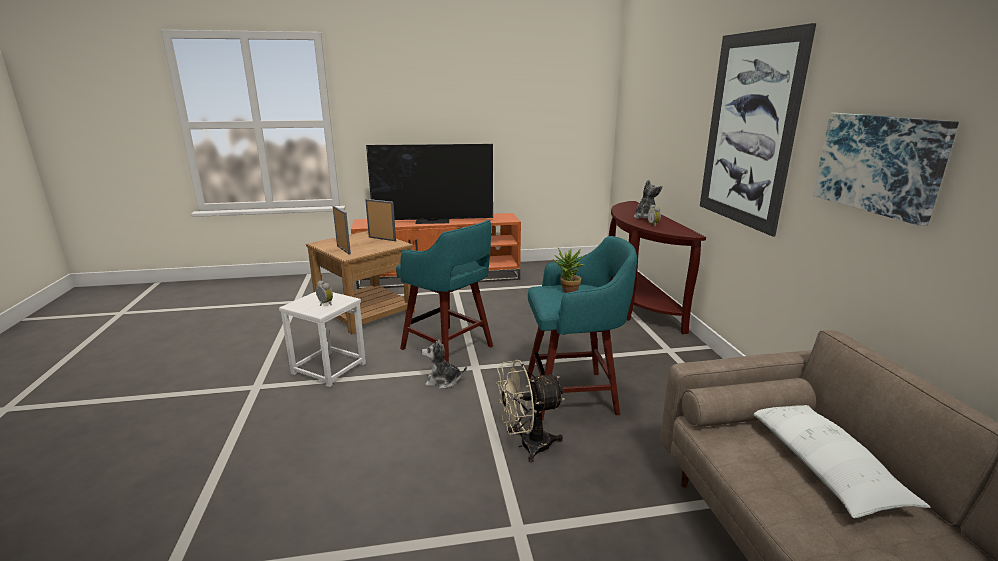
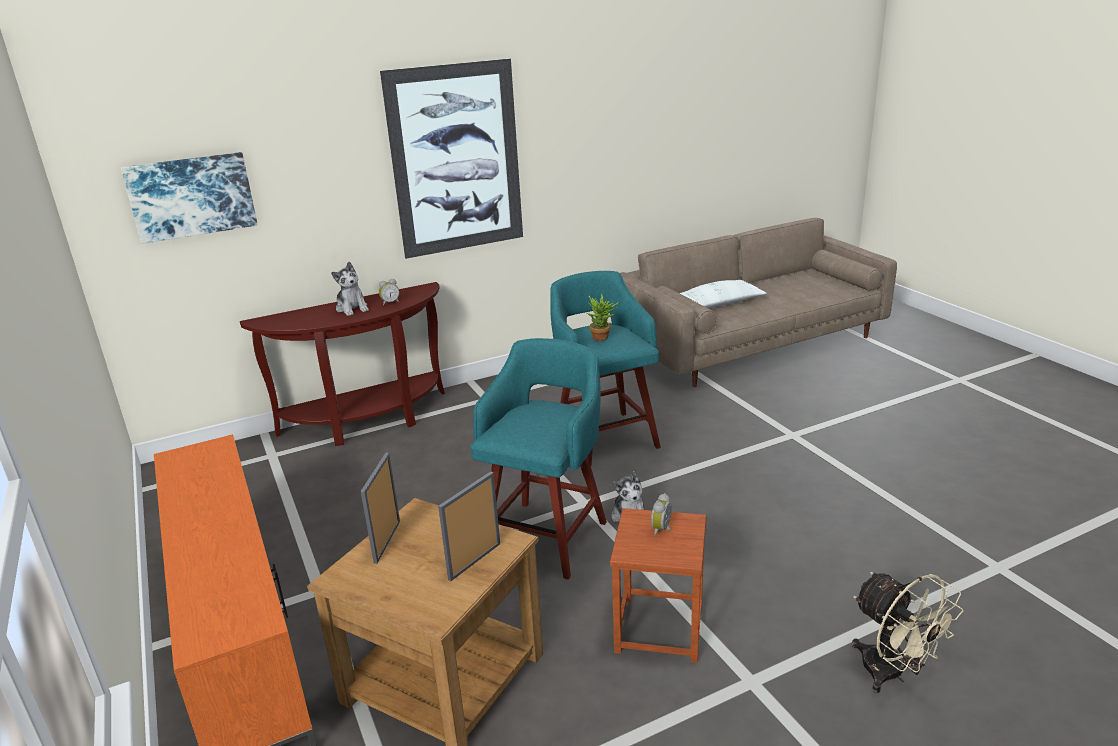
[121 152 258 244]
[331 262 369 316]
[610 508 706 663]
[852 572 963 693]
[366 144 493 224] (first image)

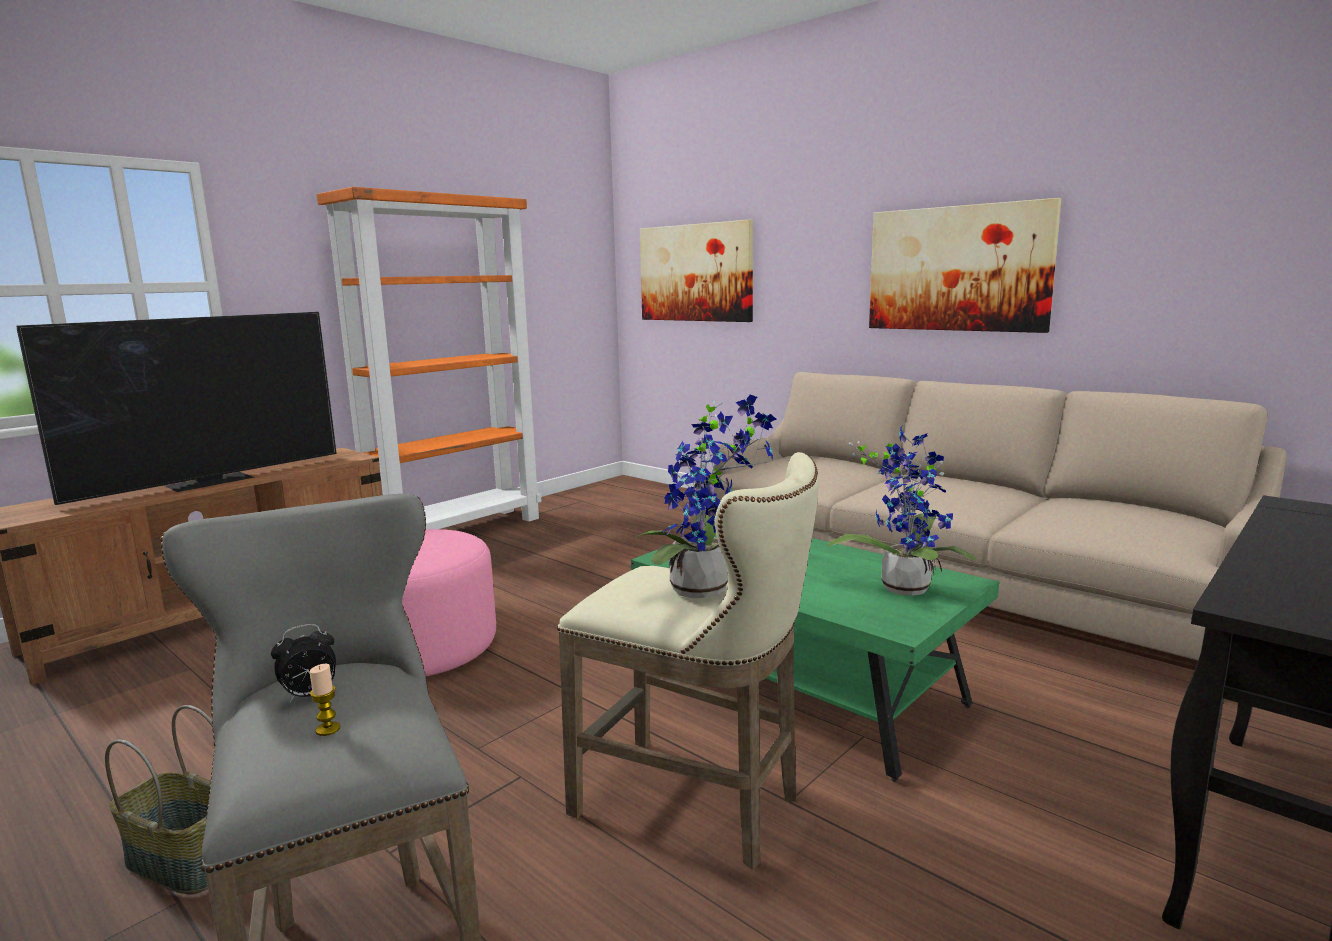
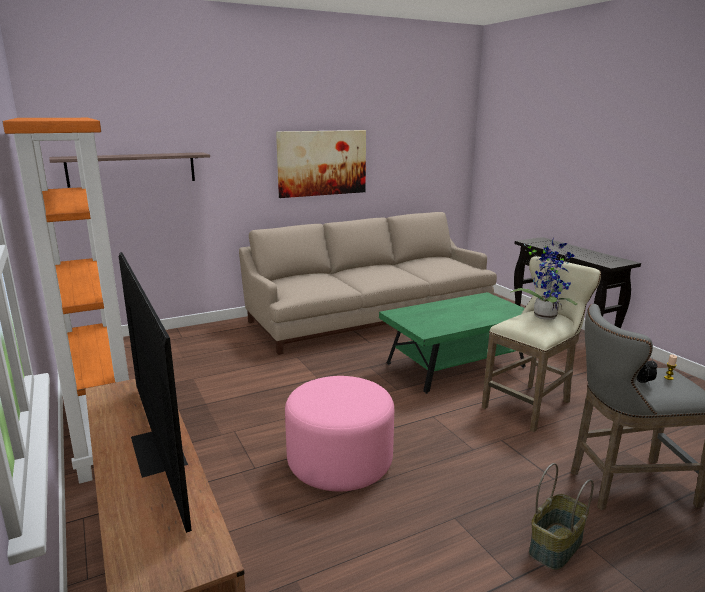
[49 152 210 188]
[828 426 976 596] (first image)

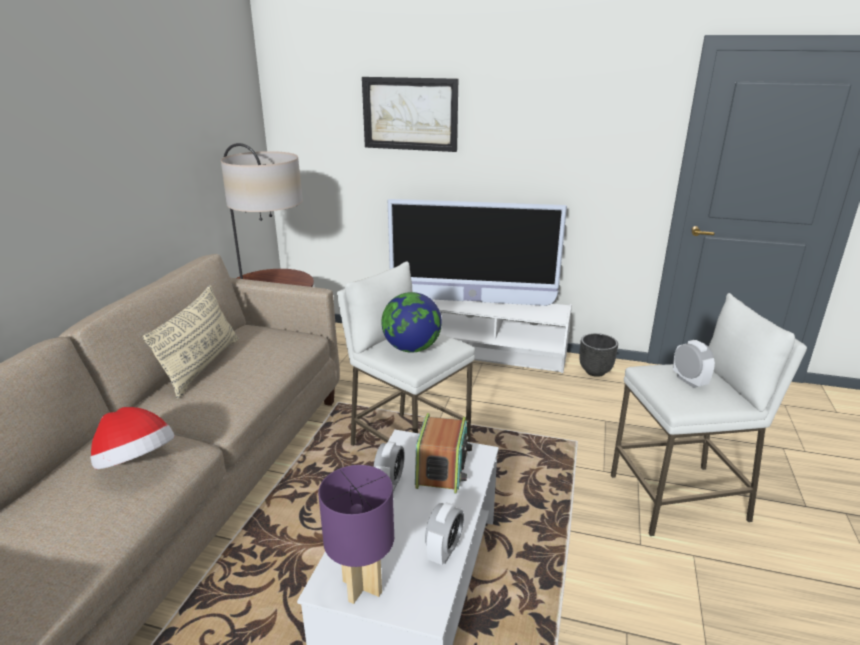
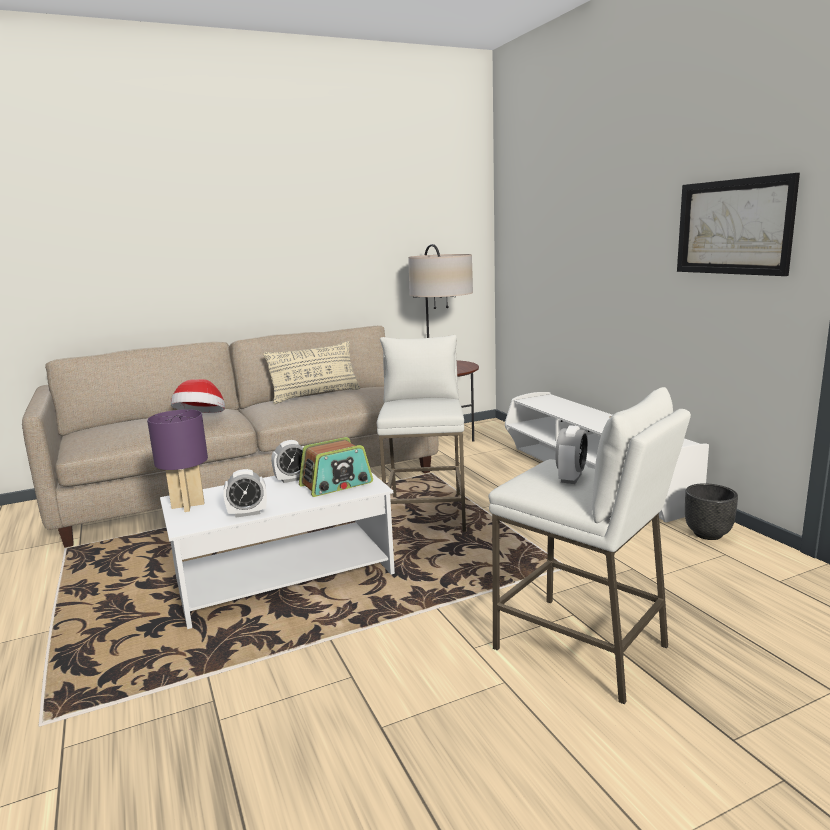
[677 173 800 276]
[381 292 442 353] (first image)
[388 199 567 306] (first image)

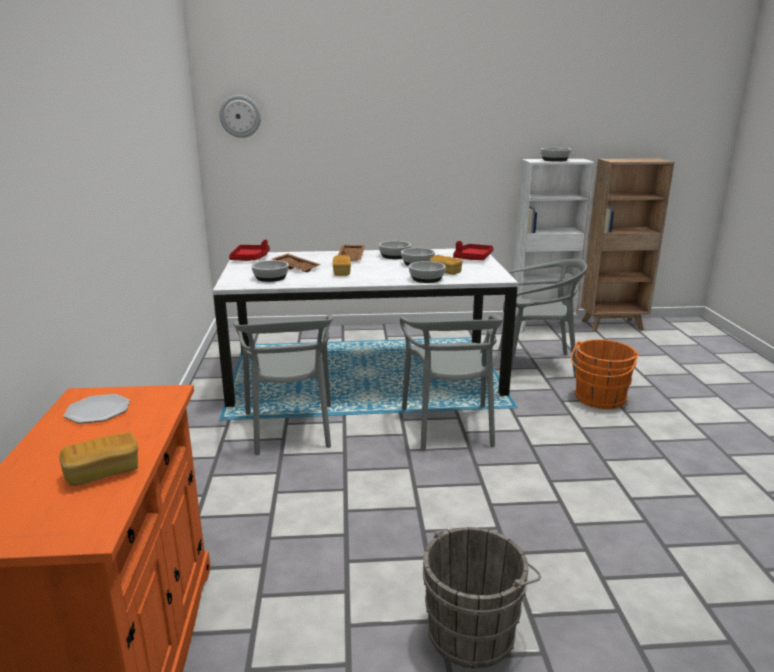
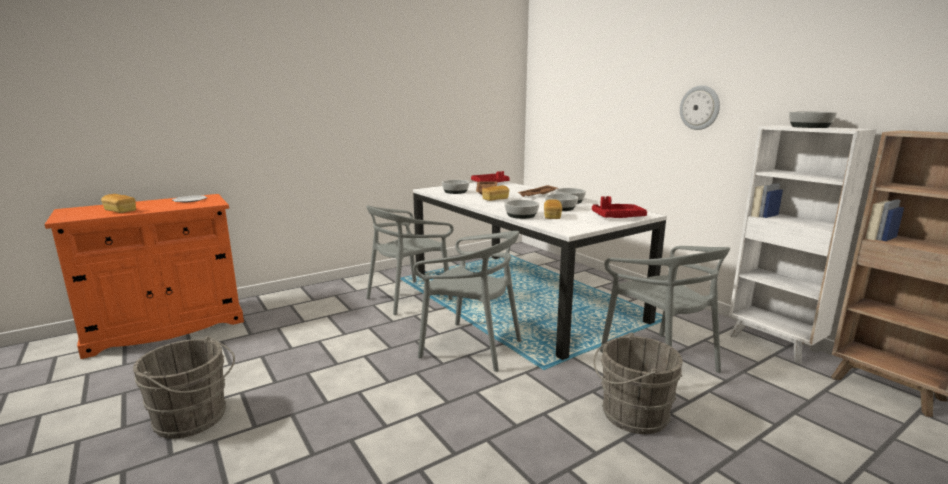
[413 231 522 372]
[593 333 683 434]
[680 85 720 130]

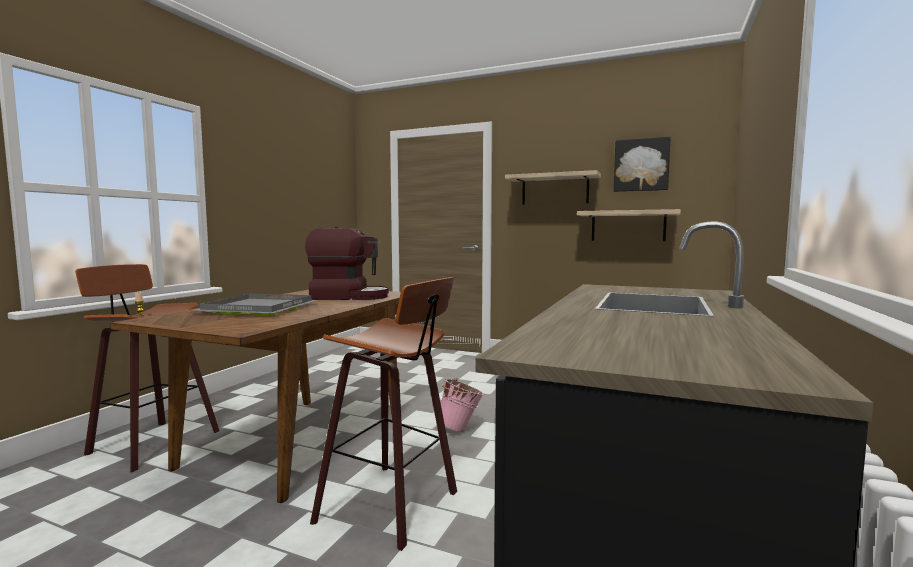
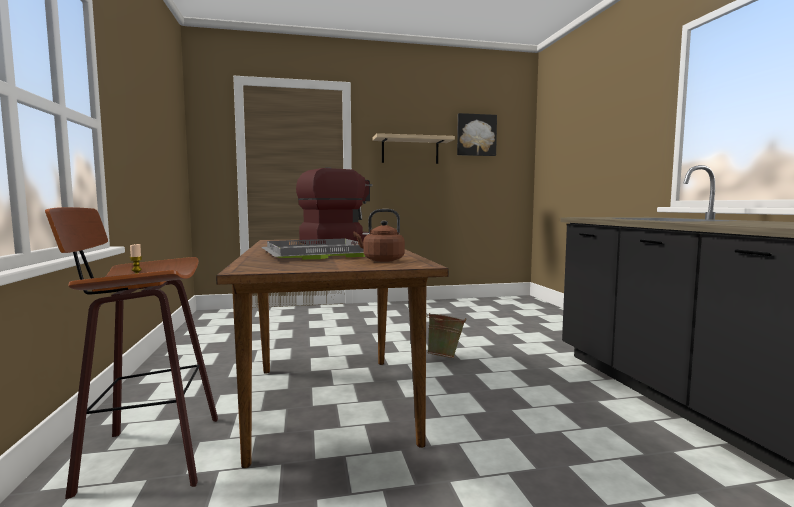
[353 209 405 262]
[426 313 466 358]
[310 277 457 551] (first image)
[577 209 681 241] (first image)

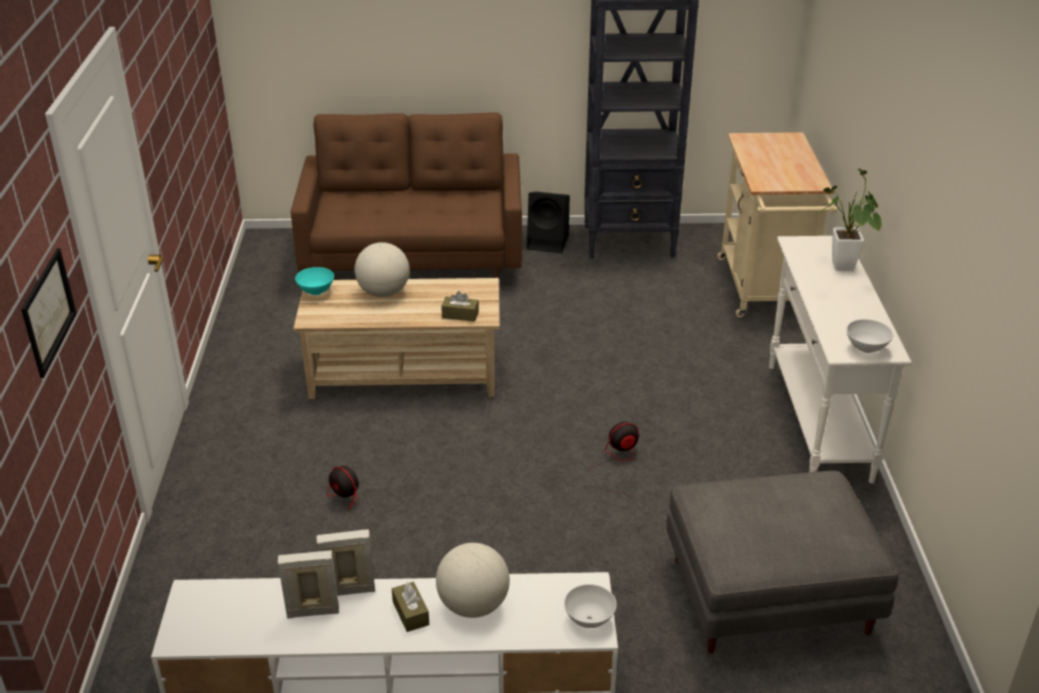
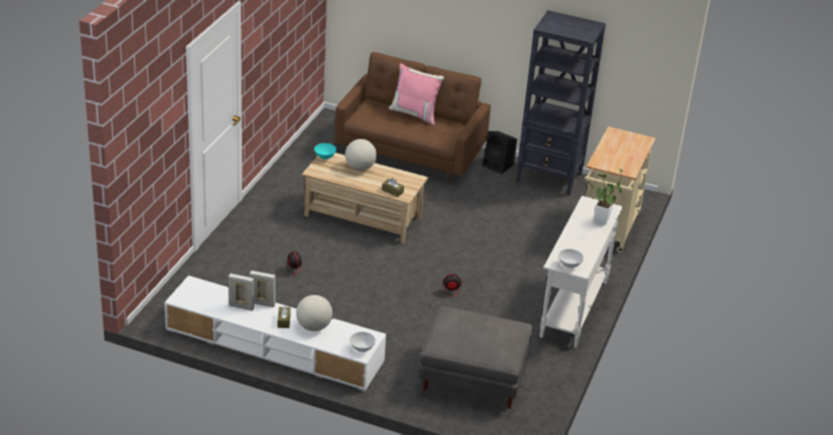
[388 63 444 125]
[21 248 77 378] (first image)

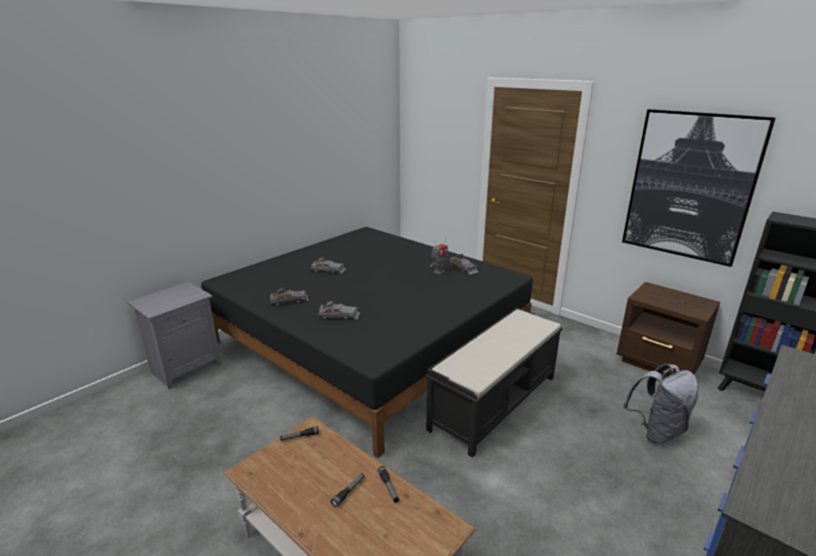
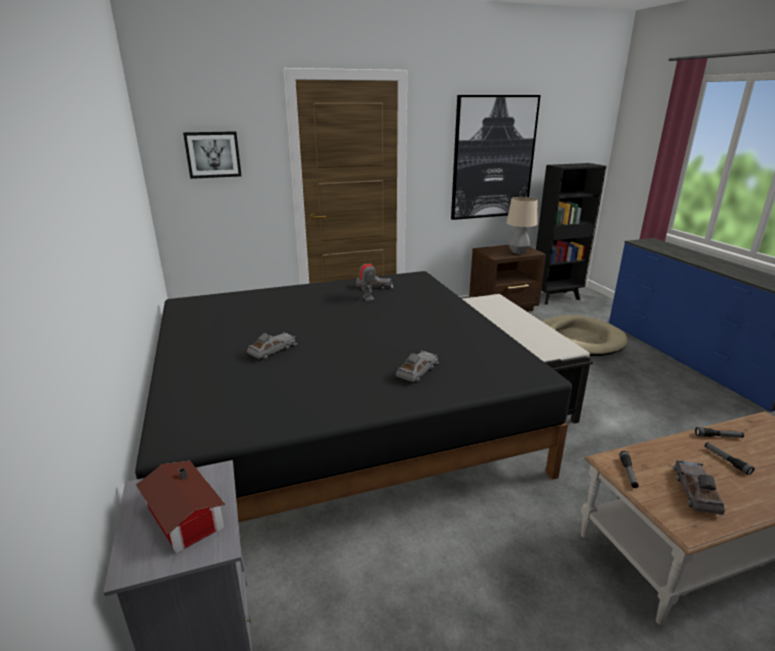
[136 461 225 554]
[183 131 241 179]
[506 197 537 254]
[542 315 628 356]
[672 460 725 515]

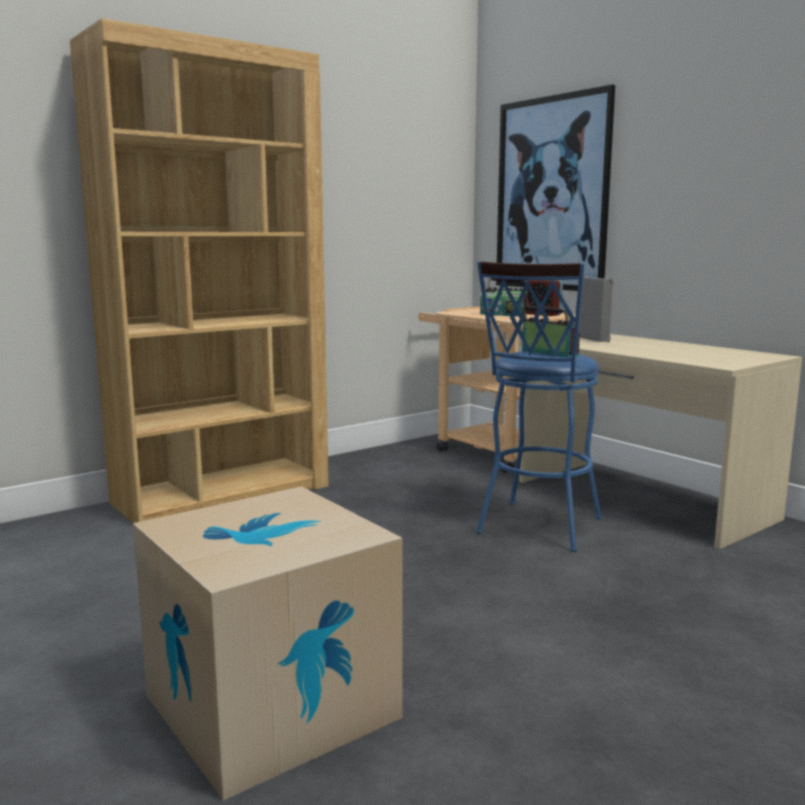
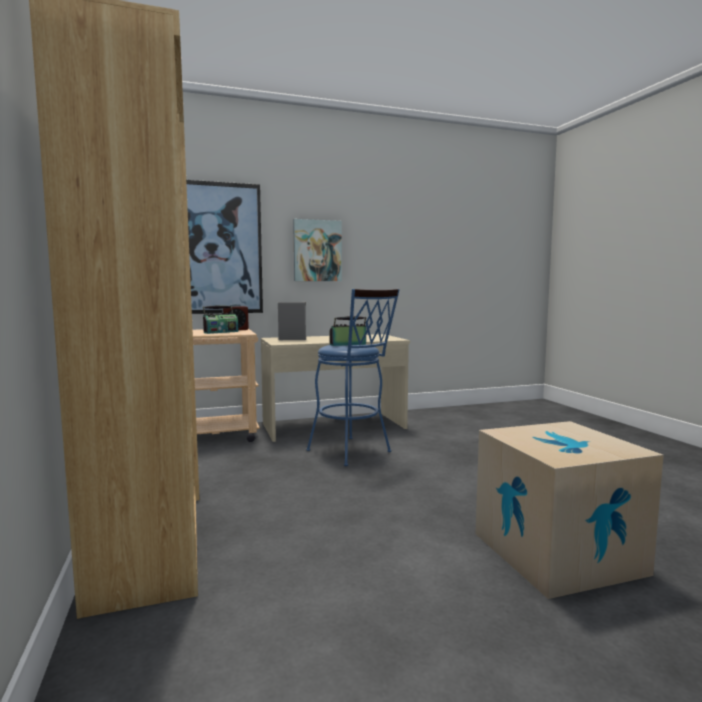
[293 219 342 281]

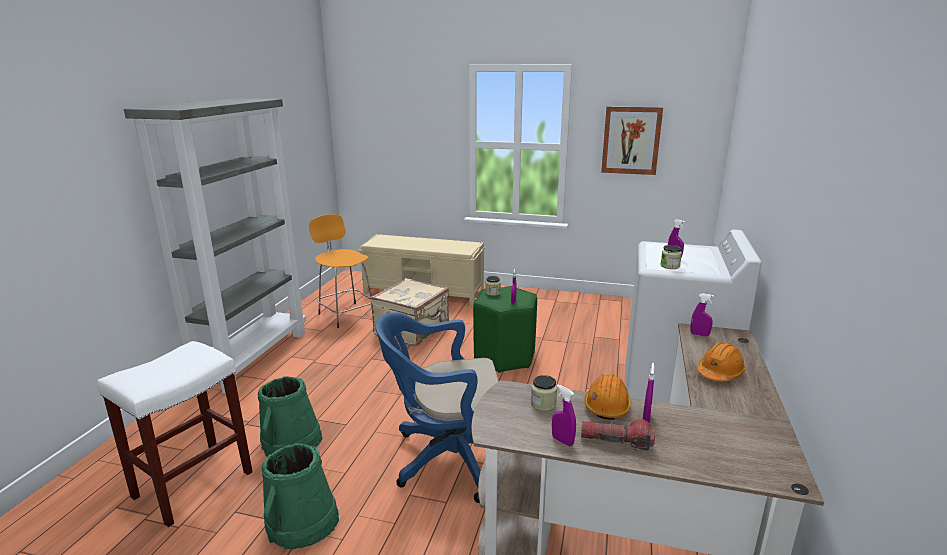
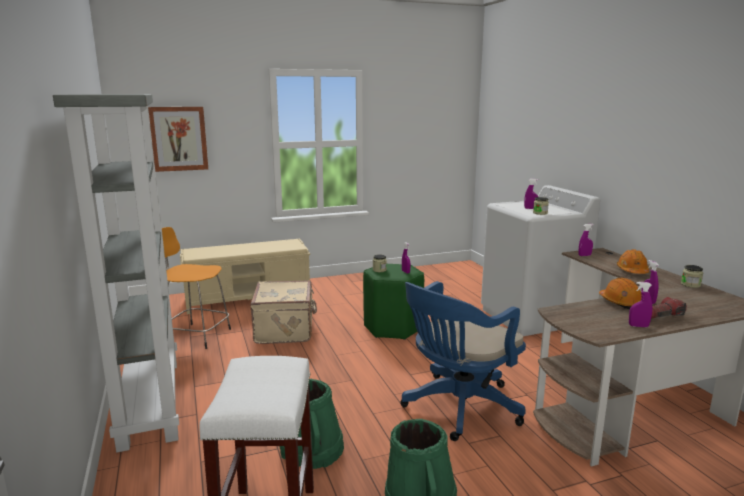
[148 107 208 172]
[681 265 703 288]

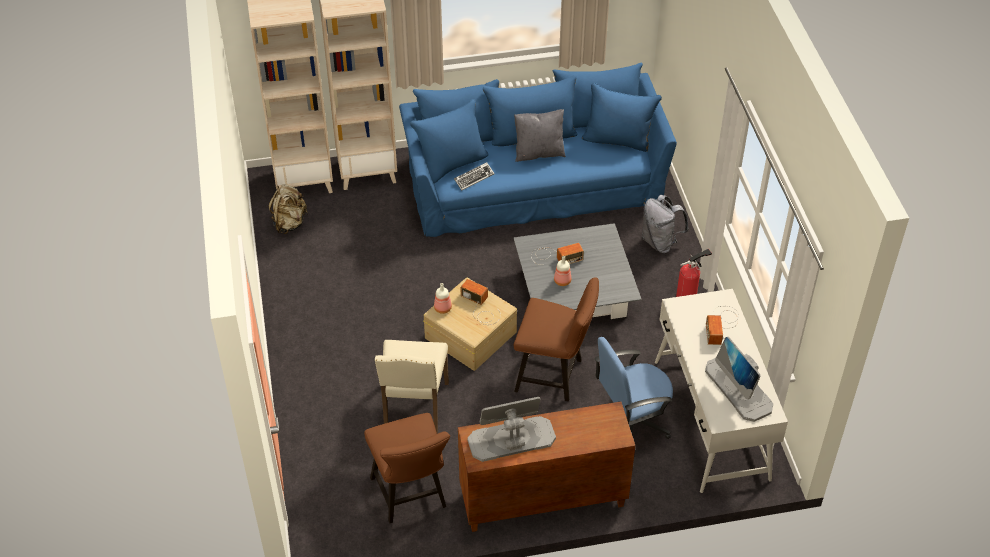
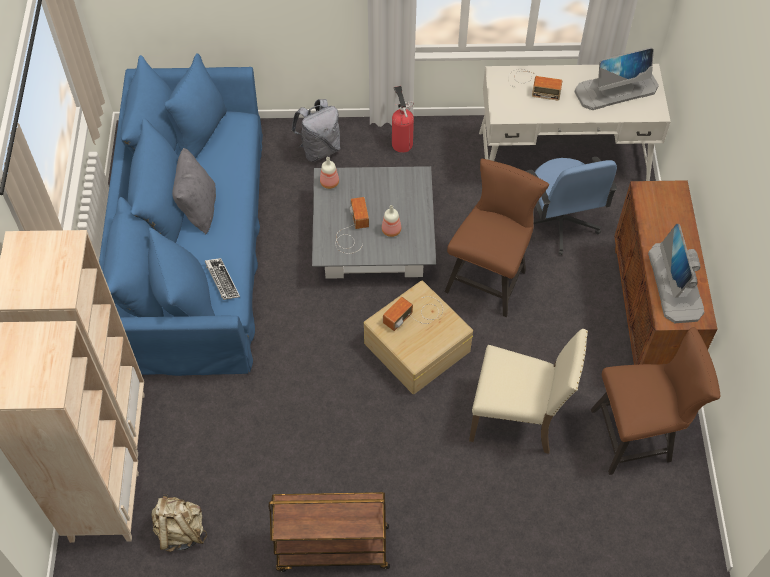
[268 492 390 572]
[320 157 339 189]

